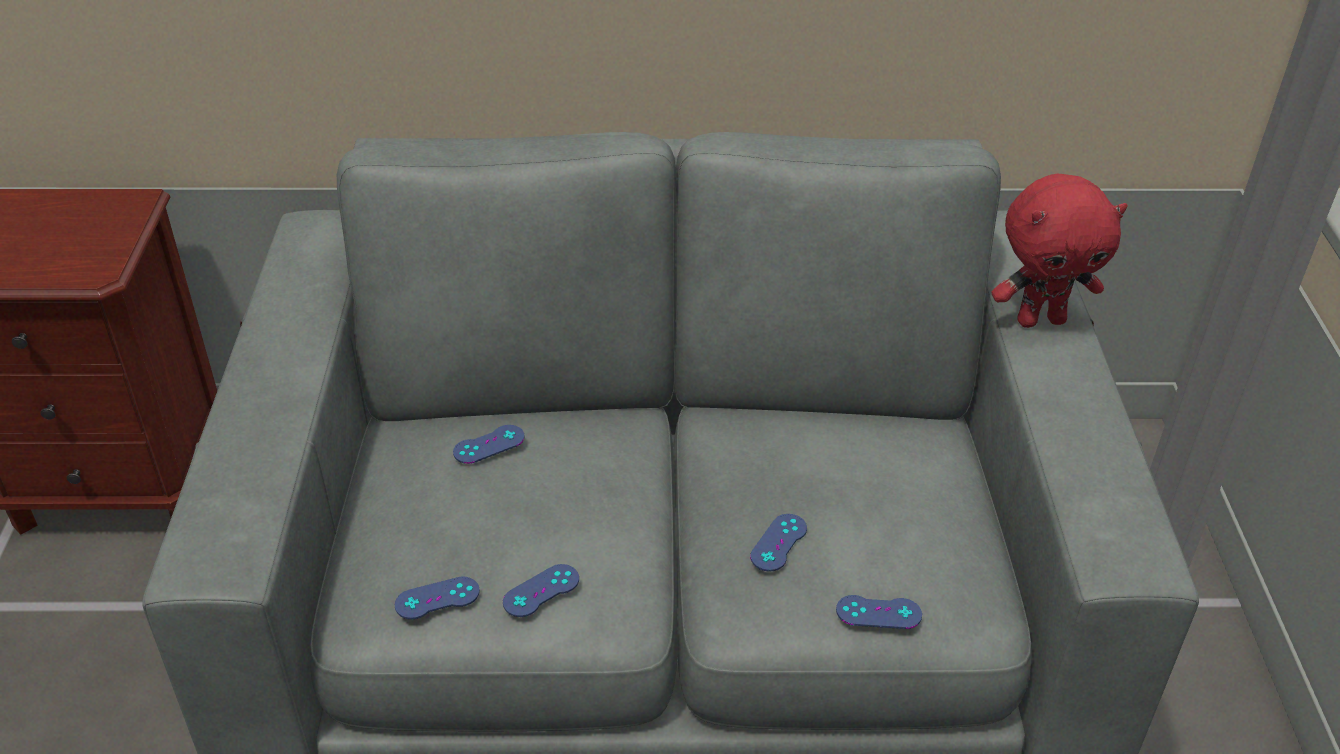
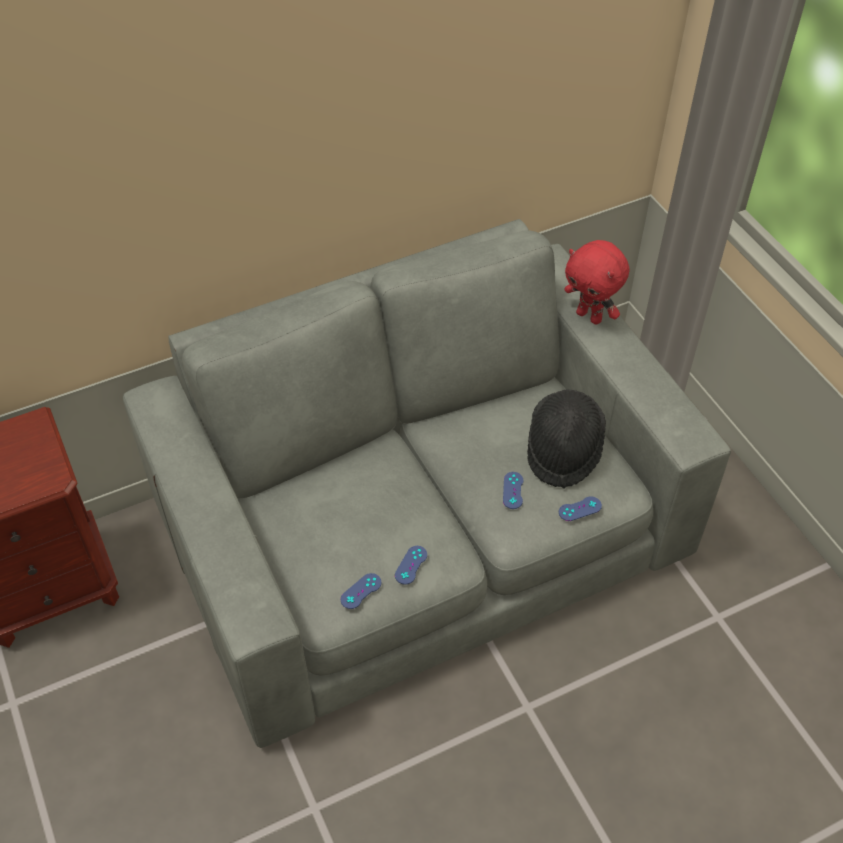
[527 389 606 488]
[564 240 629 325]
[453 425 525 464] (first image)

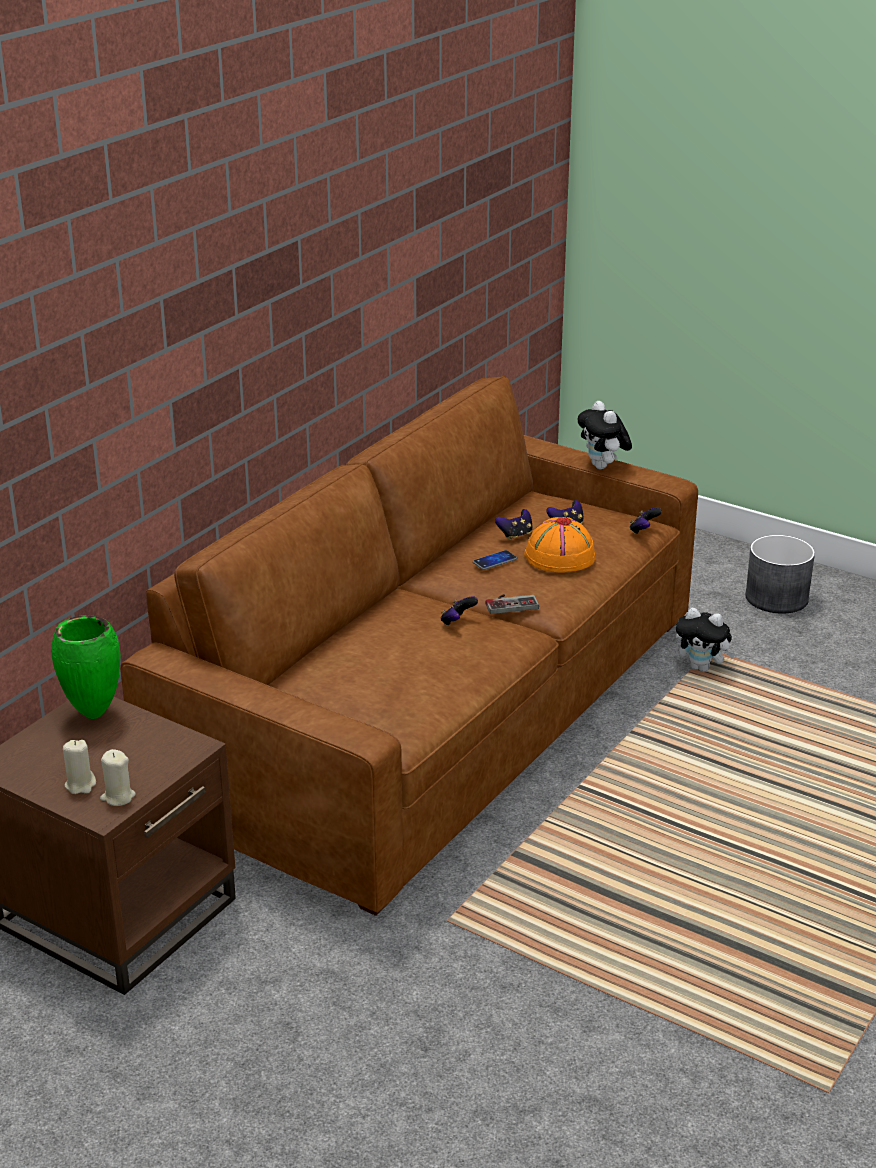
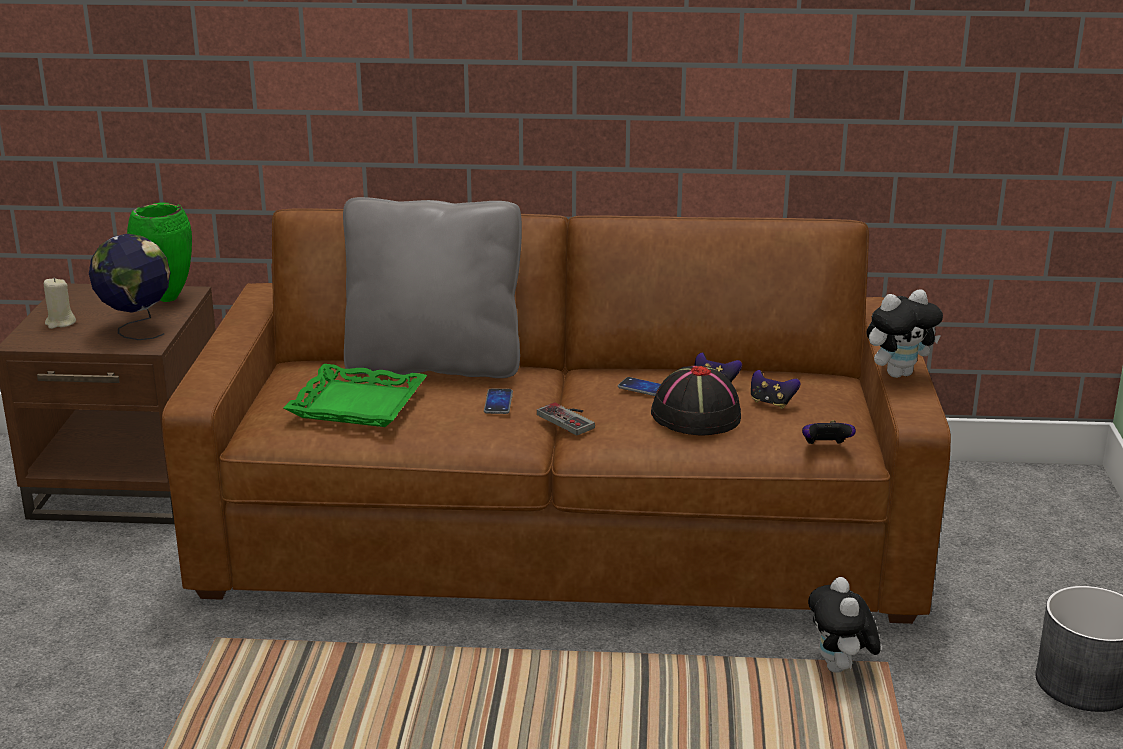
[89 233 171 340]
[283 364 427 427]
[343 197 522 378]
[484 388 513 414]
[651 366 741 436]
[867 289 943 378]
[100 749 136 806] (first image)

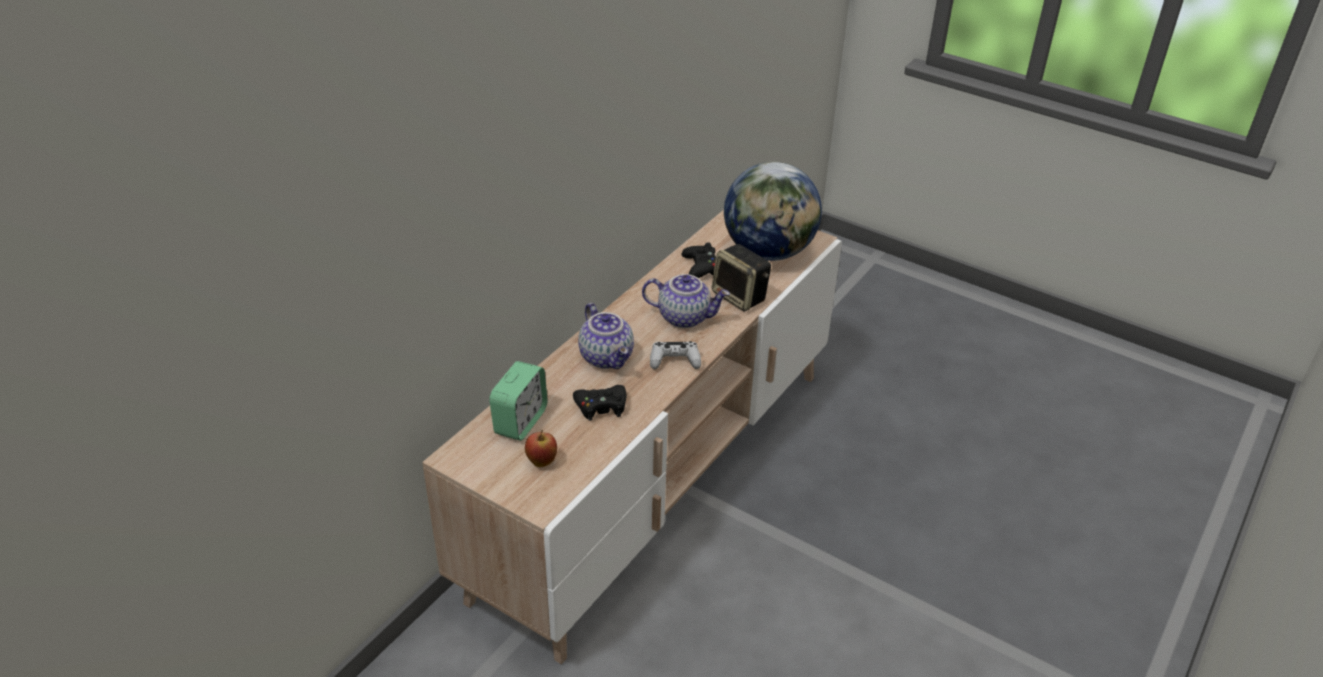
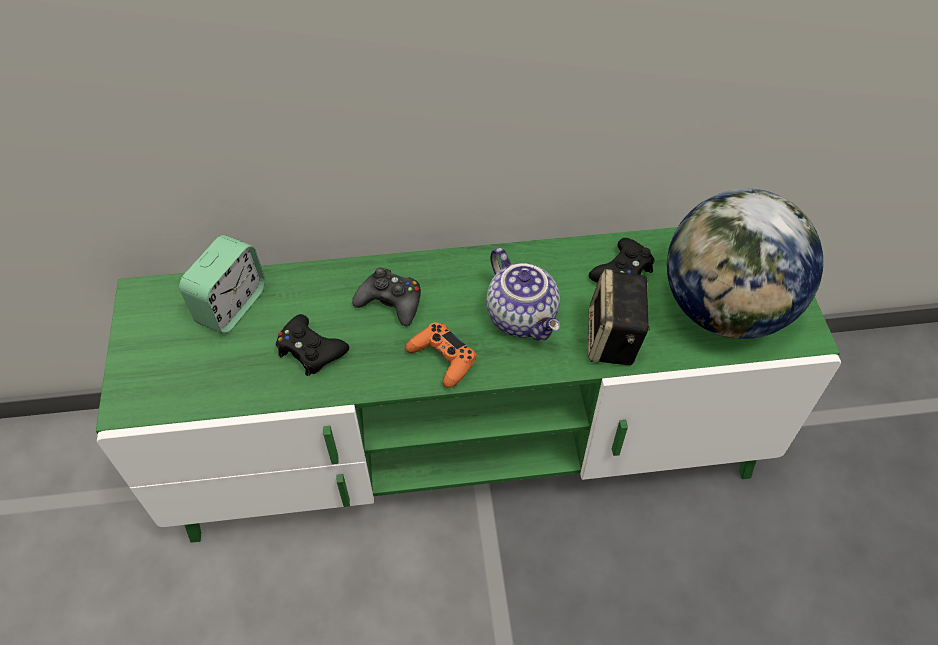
[96 227 841 543]
[179 235 266 334]
[352 267 421 326]
[405 323 477 388]
[525 430 557 467] (first image)

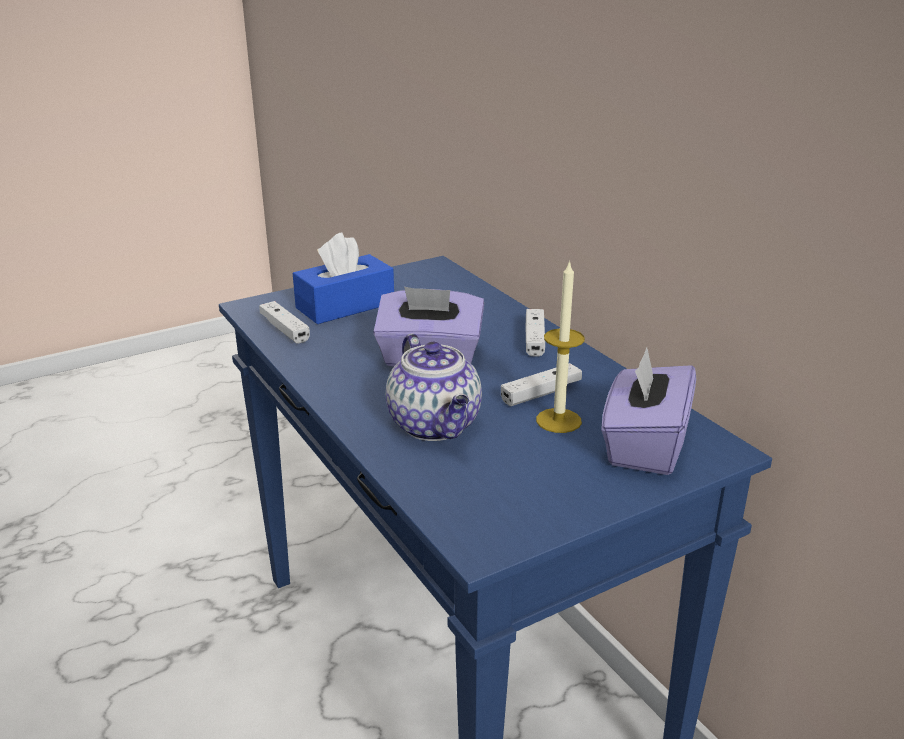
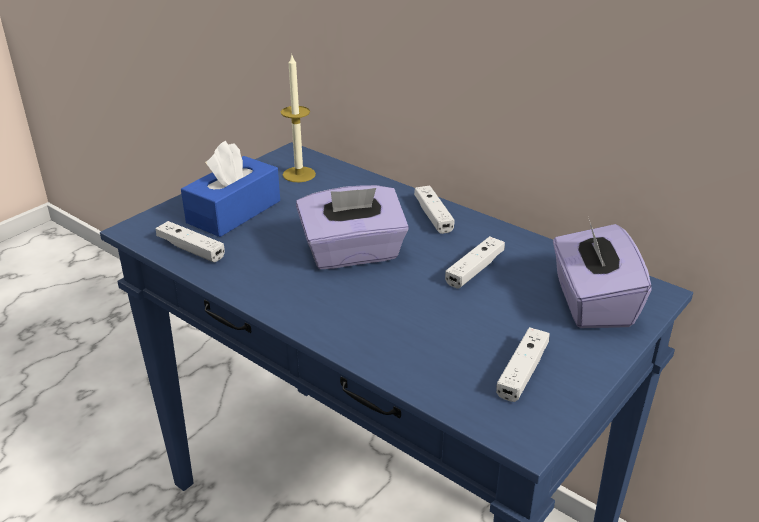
[281 55 316 182]
[496 327 550 402]
[386 334 482 441] (first image)

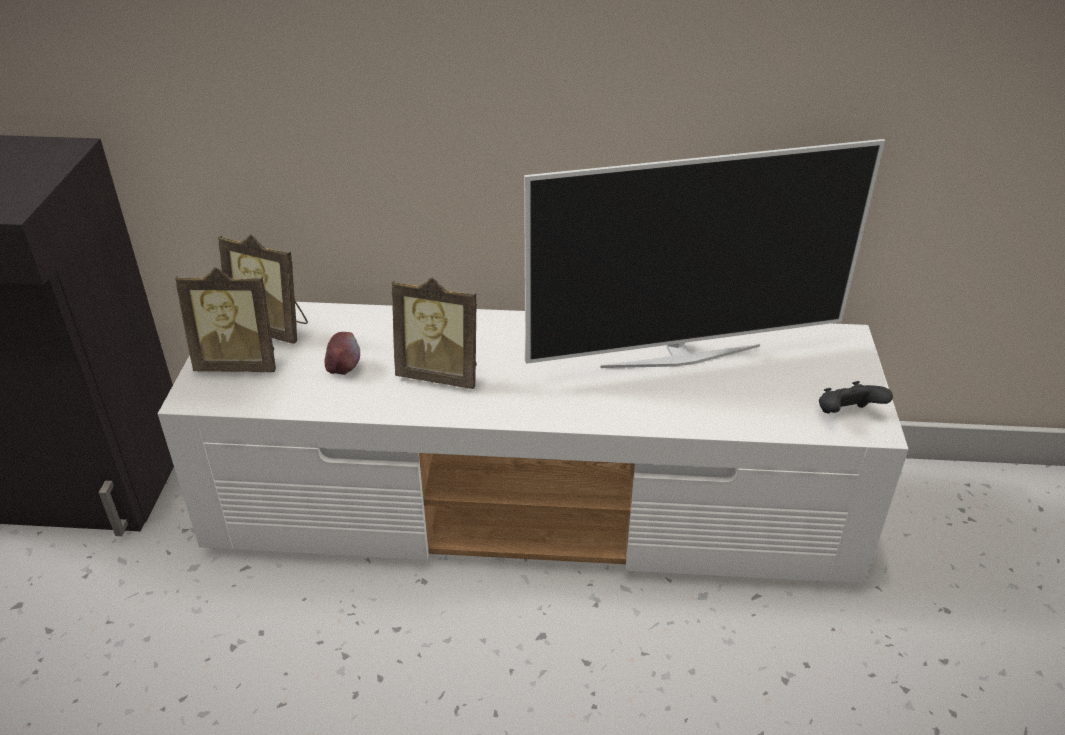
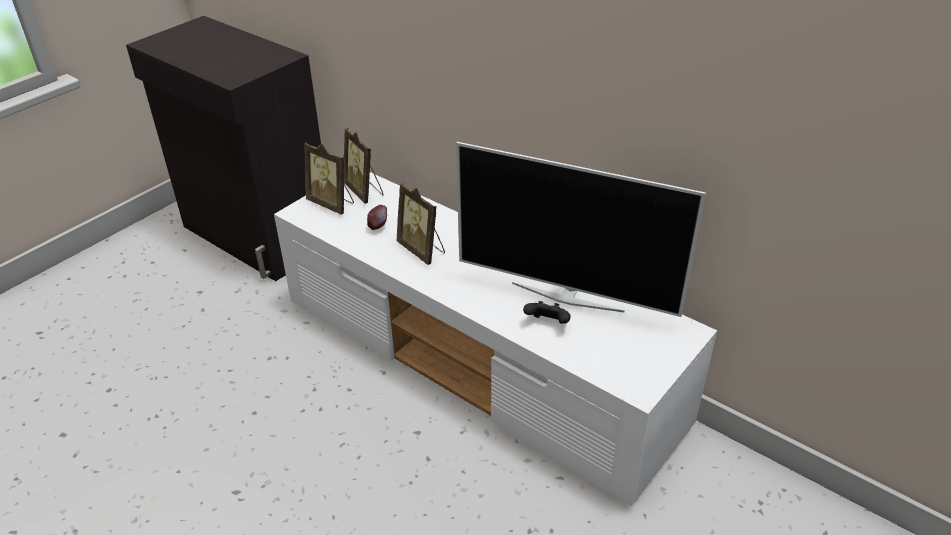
[523 301 571 324]

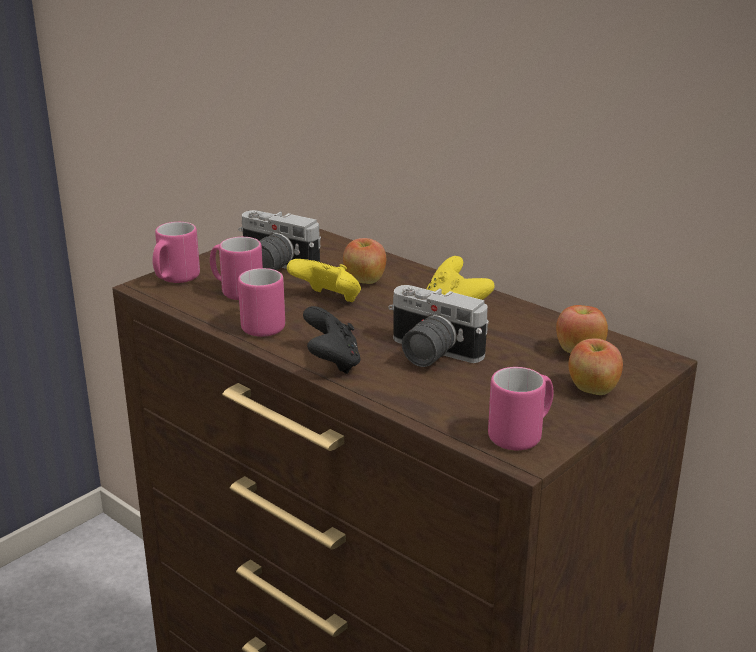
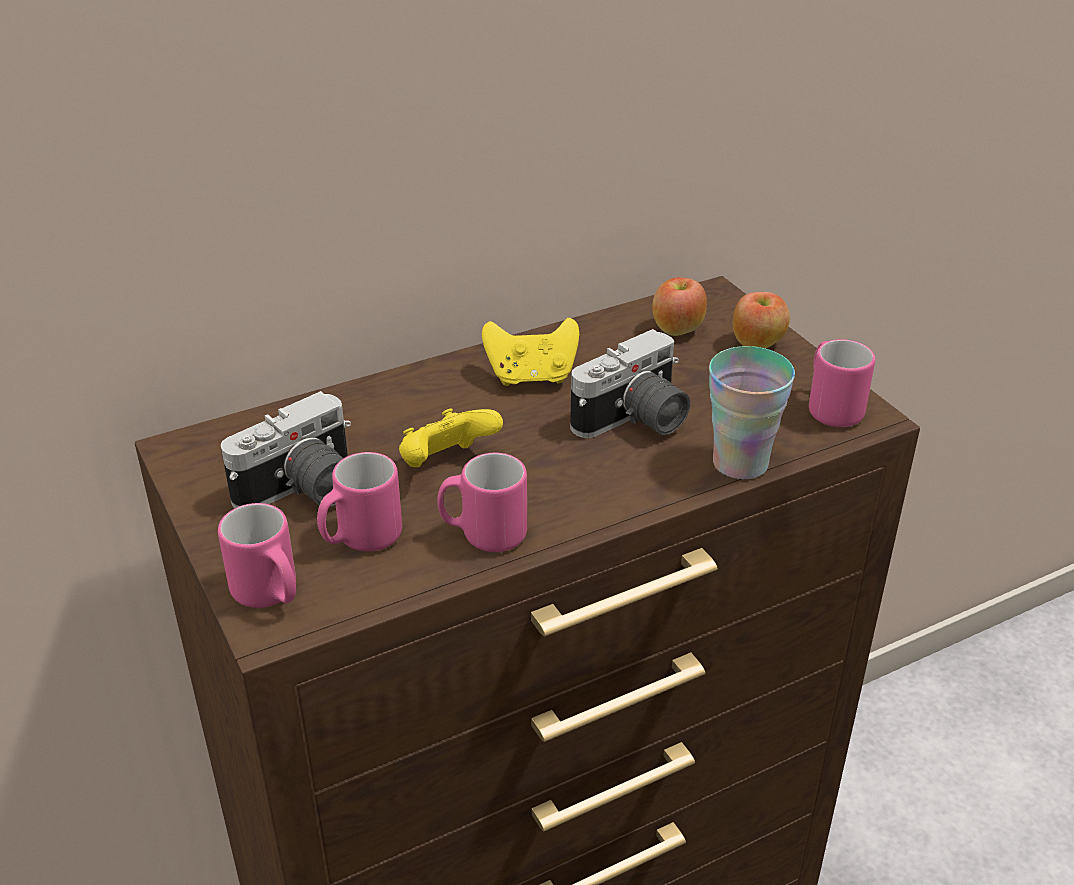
[709 346 795 480]
[303 306 361 374] (first image)
[343 238 386 284] (first image)

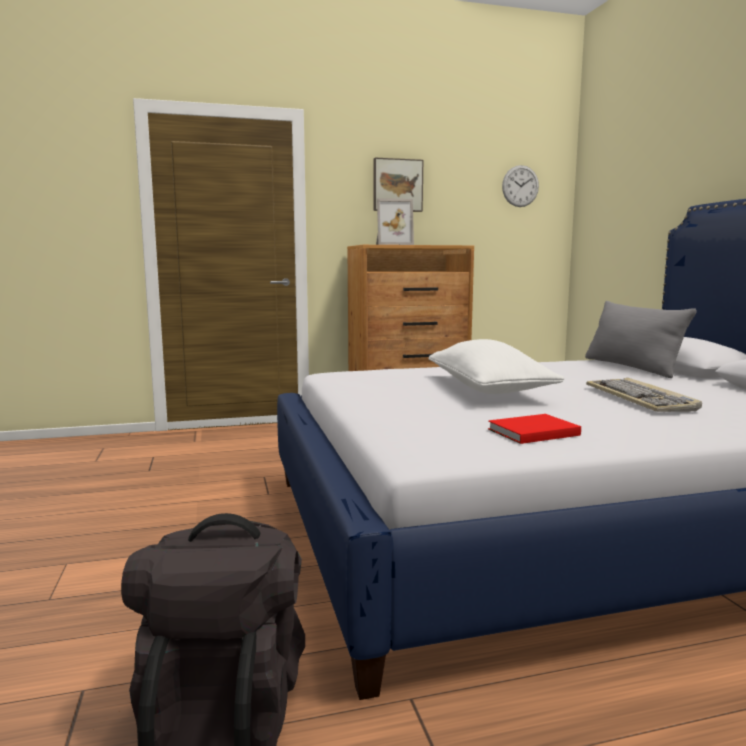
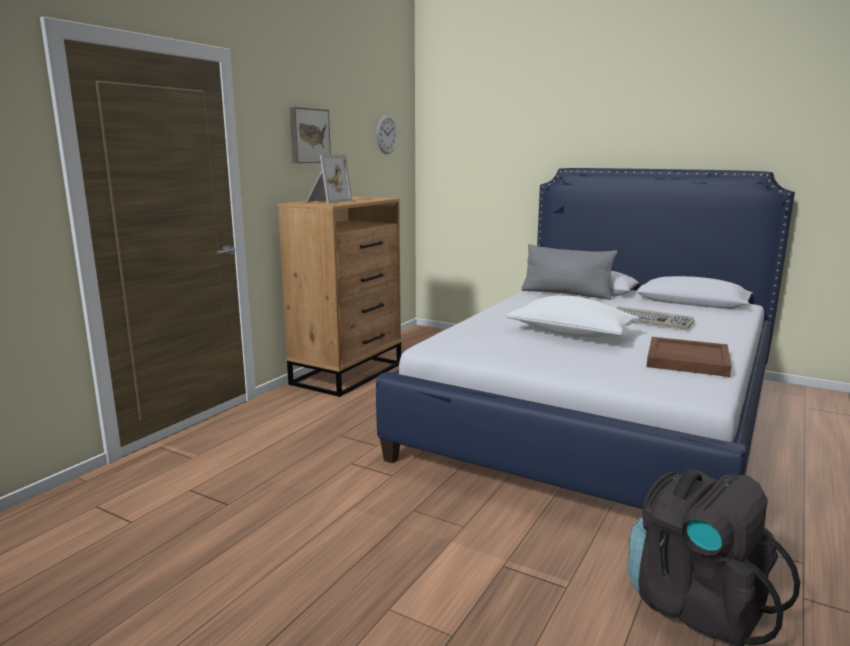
[647 337 732 377]

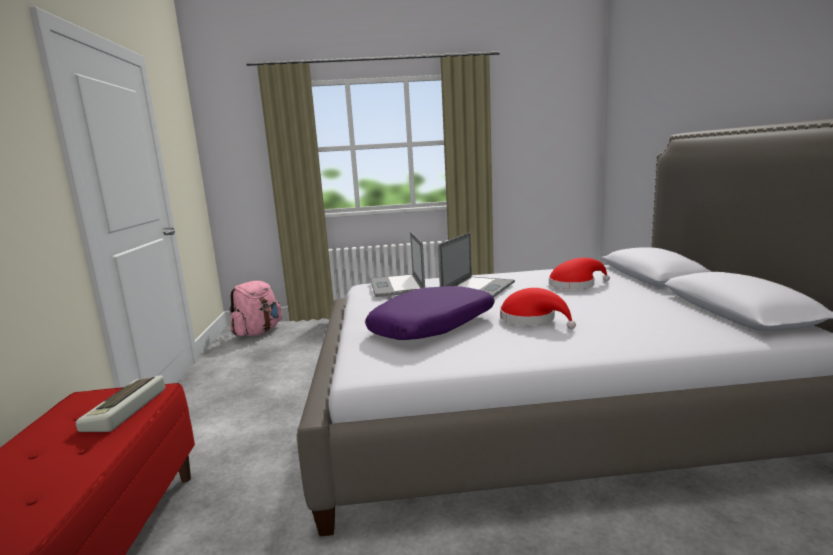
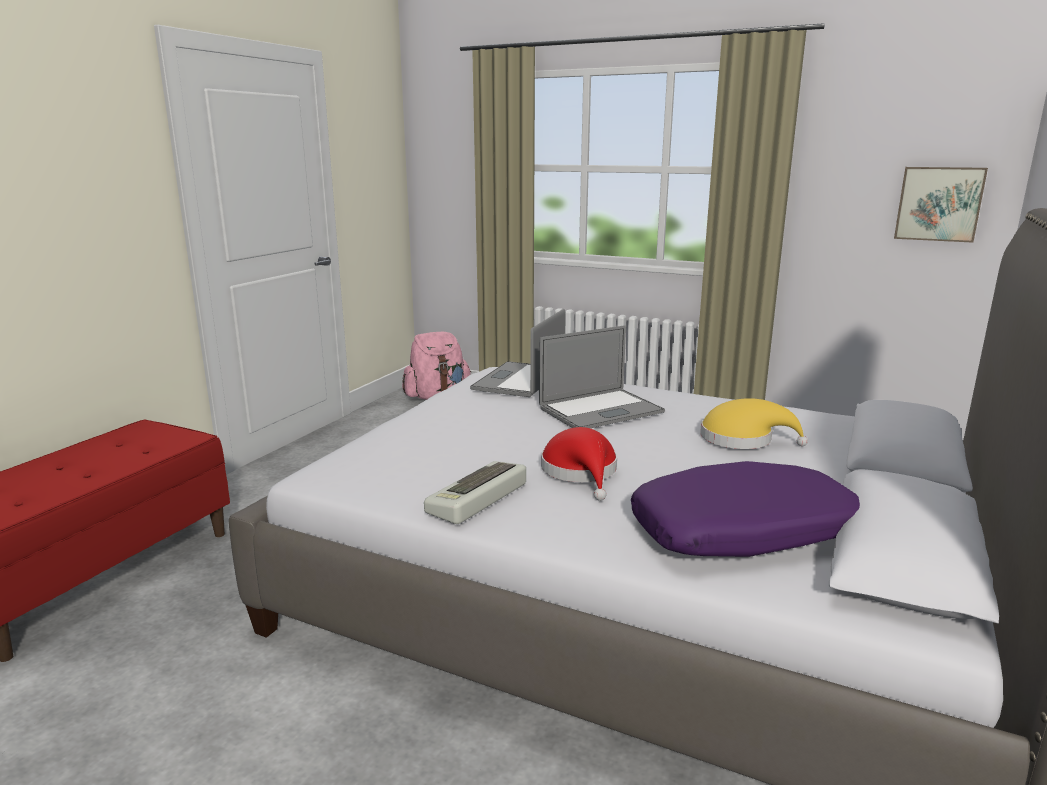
[424 461 526 524]
[631 461 860 557]
[700 398 808 449]
[894 167 988 243]

